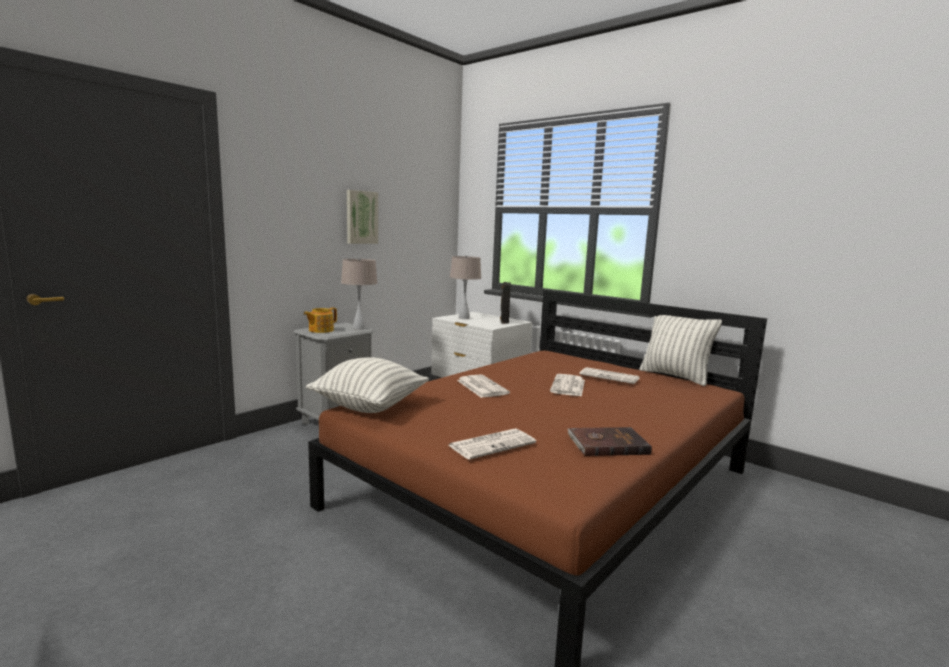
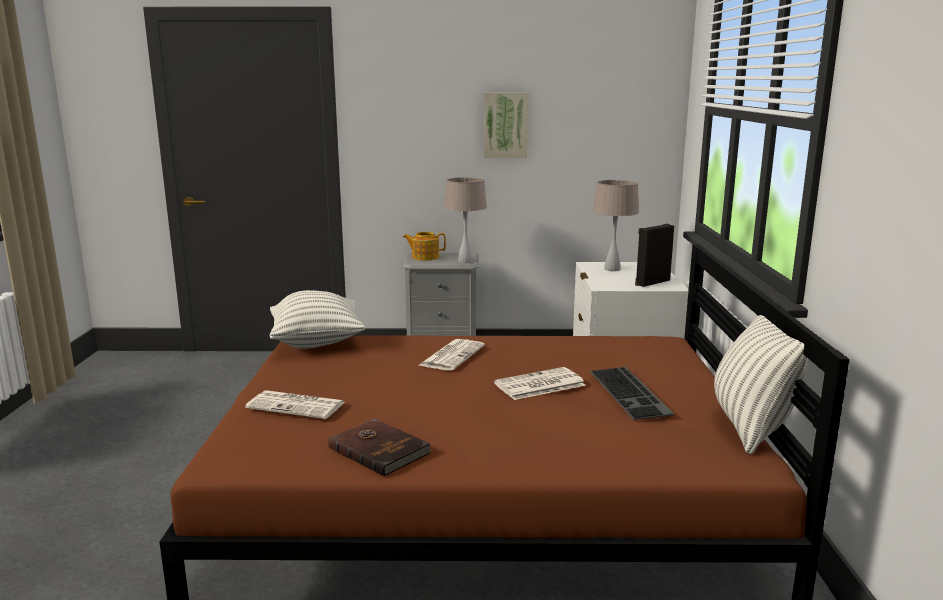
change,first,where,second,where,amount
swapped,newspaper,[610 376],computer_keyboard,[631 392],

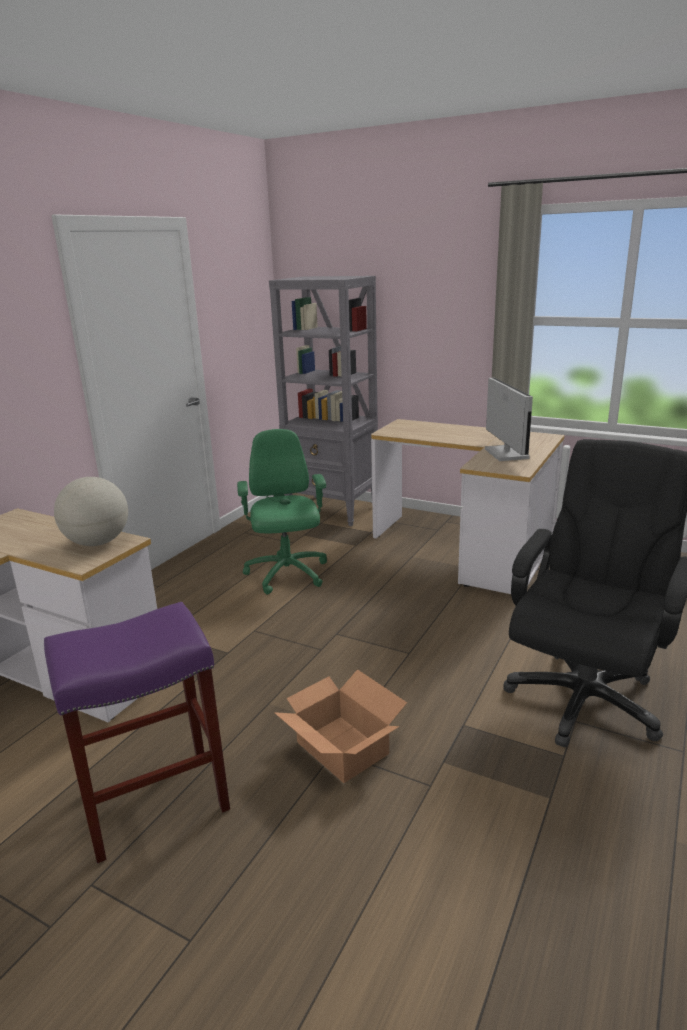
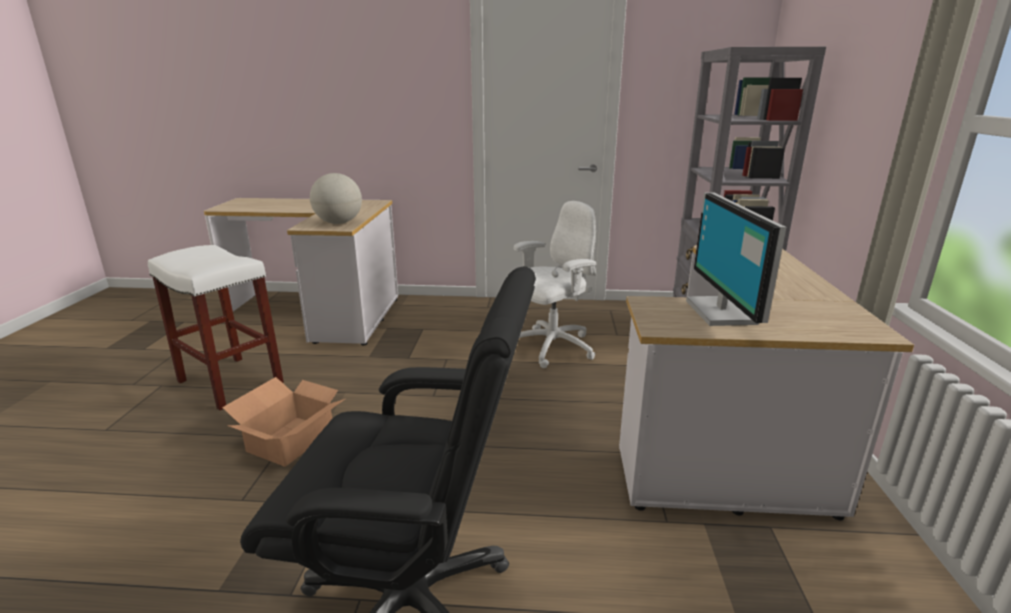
change,first,where,second,where,amount
repainted,purplish_stool,[153 803],white-coloured_stool,[229 382],
repainted,green_office_chair,[287 575],white-coloured_office_chair,[551 348],
rotated,computer_display,[504 454],,[723 312],120 degrees clockwise

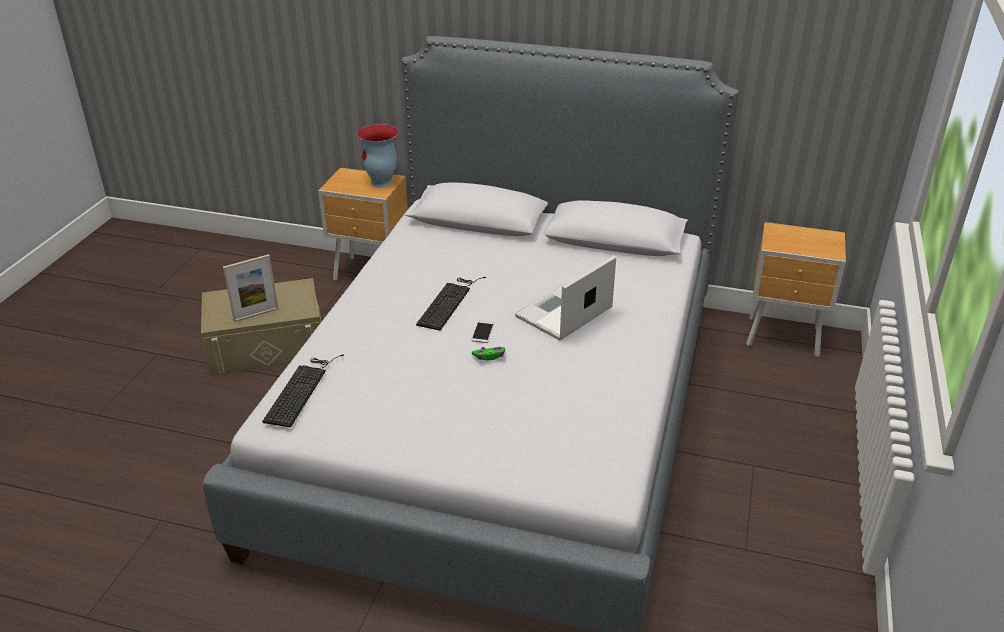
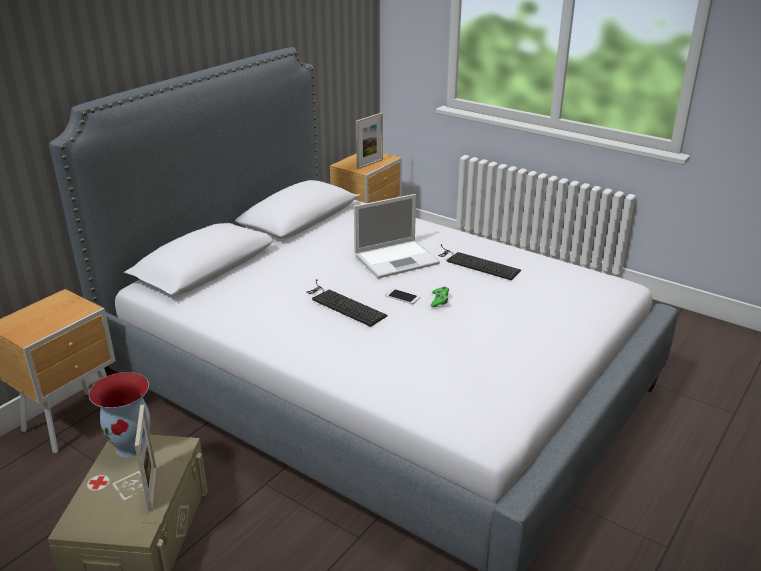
change,first,where,second,where,amount
shifted,decorative_vase,[382 182],,[132 447],
rotated,laptop,[563 314],,[397 259],90 degrees counterclockwise
new,,,standing_frame,[370 164],
shifted,computer_keyboard,[301 389],,[475 263],

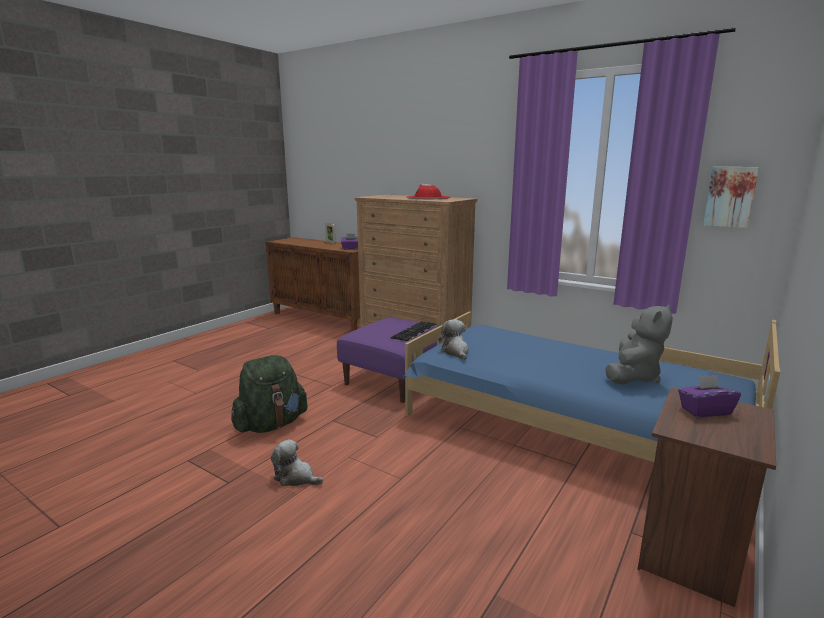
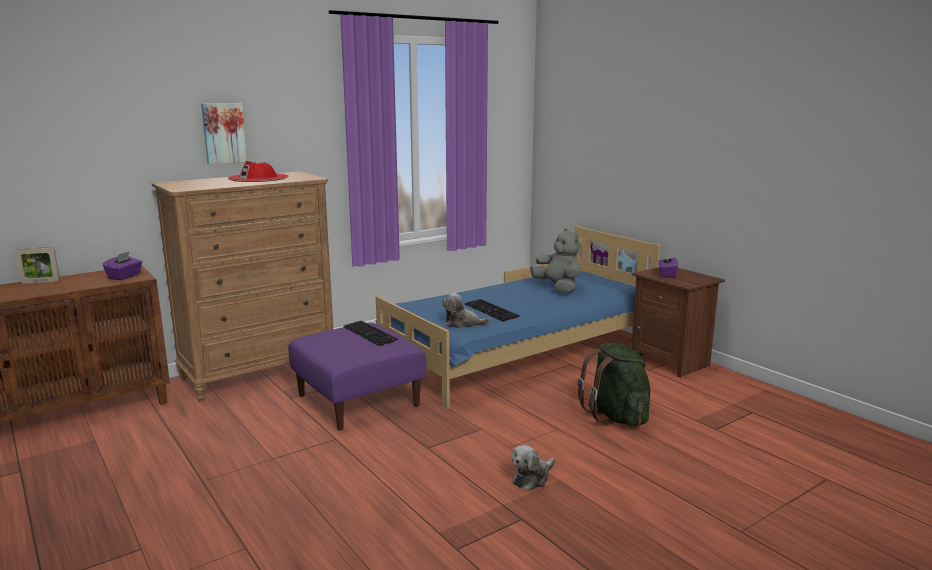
change,first,where,second,where,amount
shifted,wall_art,[730 197],,[223 133],
new,,,computer_keyboard,[492 310],
shifted,green_rucksack,[271 425],,[616 416],

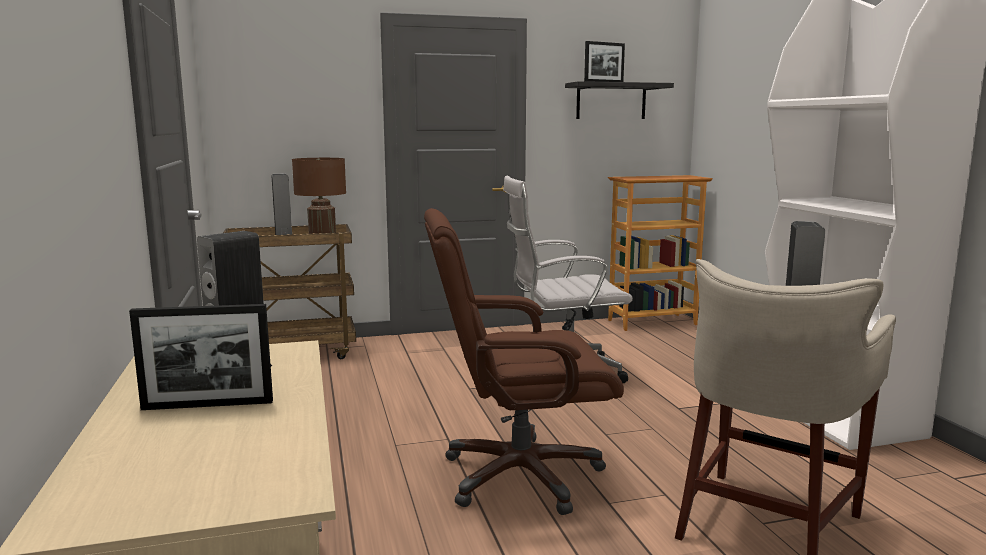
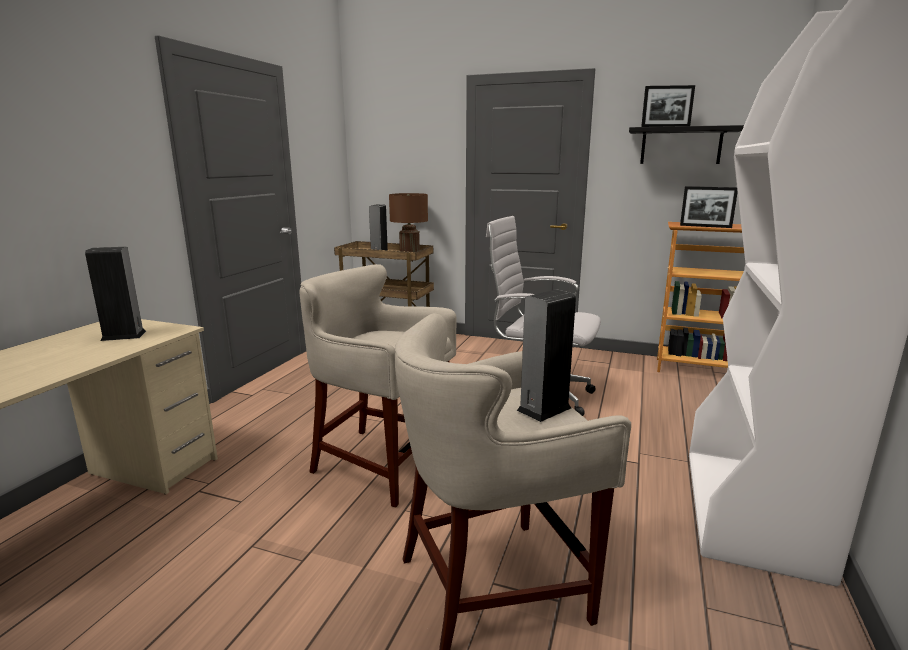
change,first,where,second,where,amount
swapped,brownish_office_chair,[519 475],beige-coloured_stool,[380 464],
shifted,standing_frame,[208 405],,[705 226],

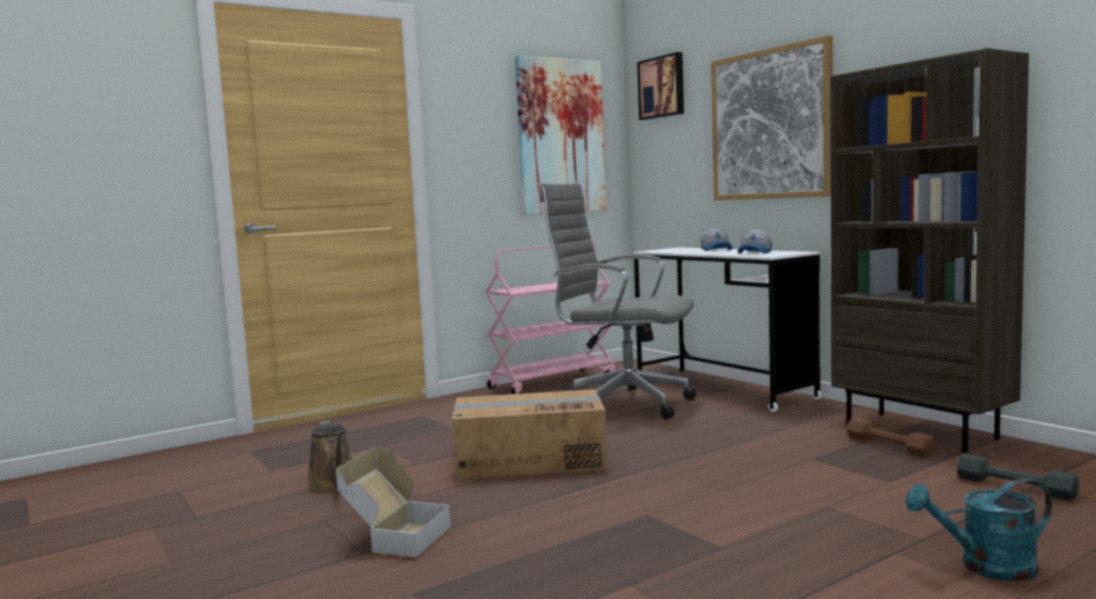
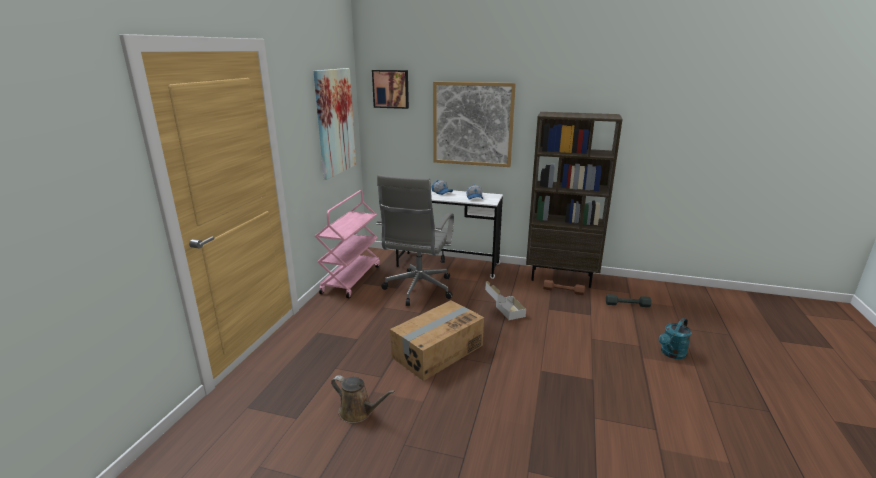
change,first,where,second,where,amount
rotated,greyish_office_chair,[622 404],,[418 290],60 degrees counterclockwise
shifted,carton,[395 537],,[503 313],

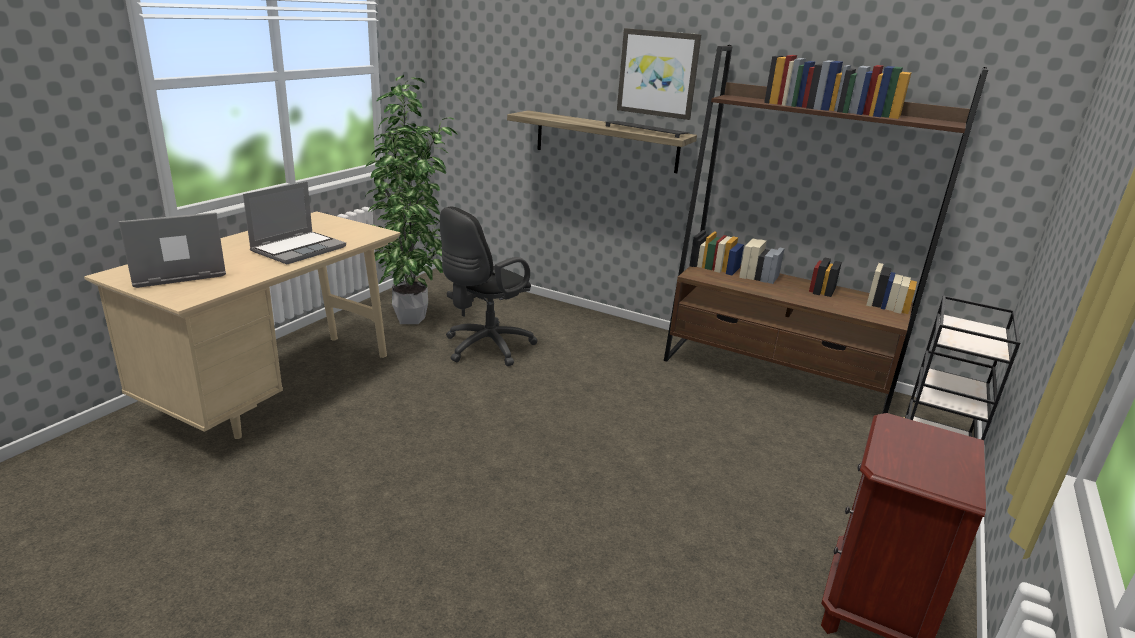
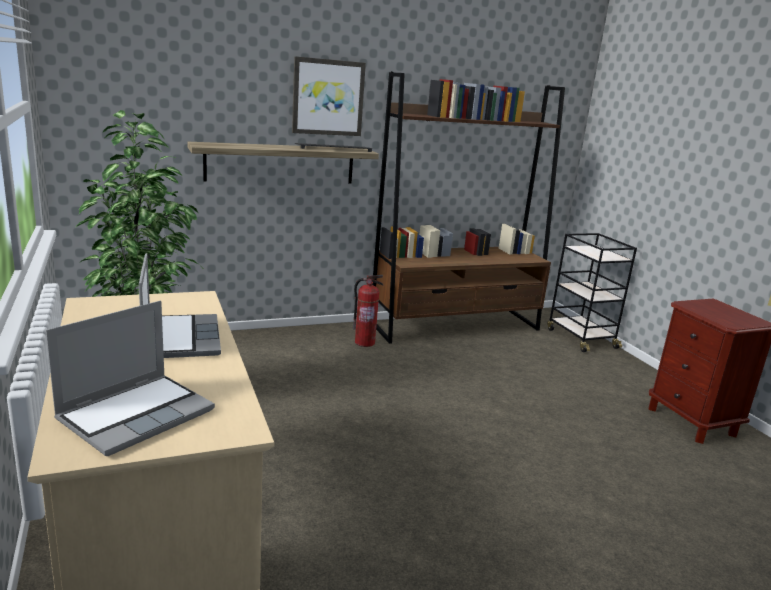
change,first,where,second,where,amount
rotated,laptop,[176 273],,[137 414],150 degrees counterclockwise
new,,,extinguisher,[365 342],
gone,black_office_chair,[484 348],,,

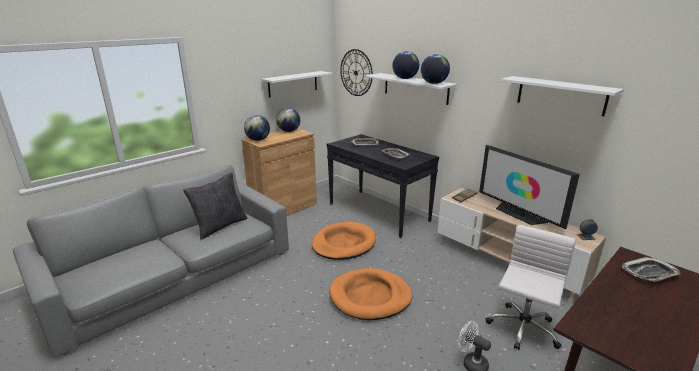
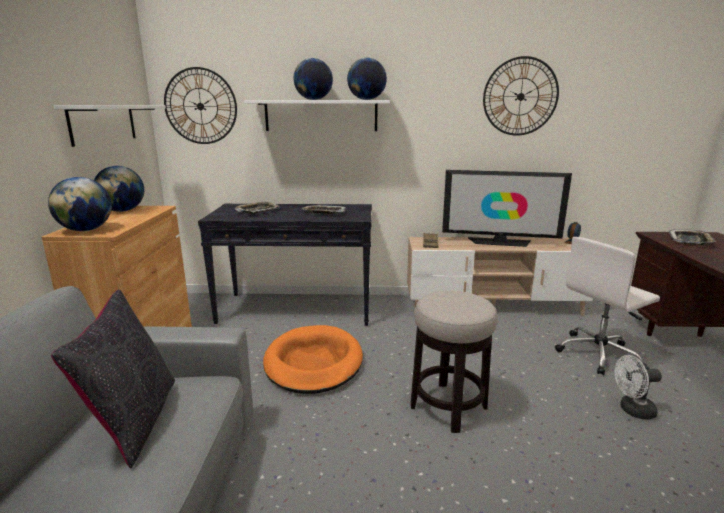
change,first,where,second,where,amount
swapped,orange_pet_bed,[370 297],stool,[448 407],
swapped,white-coloured_shelf,[560 95],clock_on_the_wall,[520 96],
rotated,white-coloured_office_chair,[522 329],,[599 354],105 degrees counterclockwise

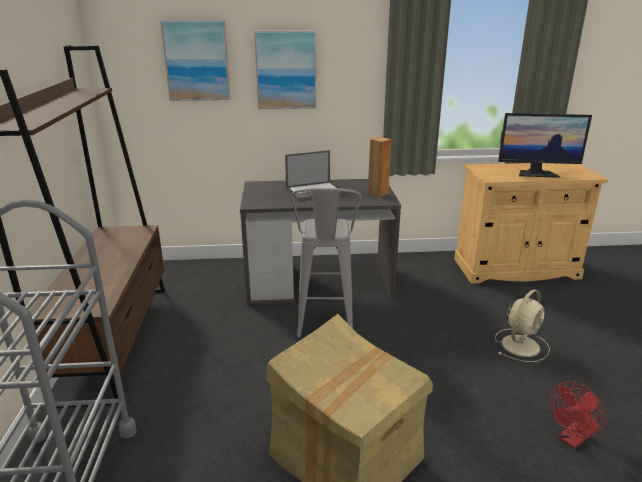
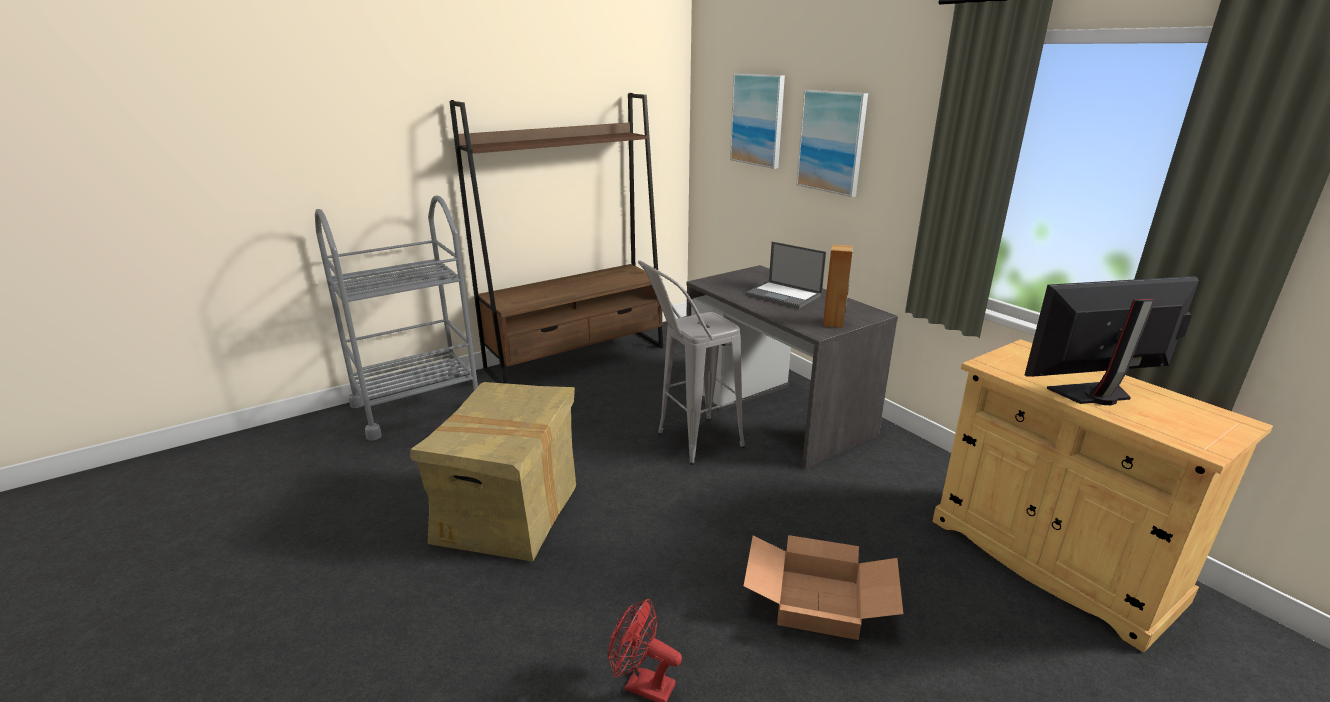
change,first,where,second,where,amount
swapped,beige-coloured_electric_fan,[521 345],carton,[819 602],
rotated,computer_display,[536 173],,[1094 394],105 degrees clockwise

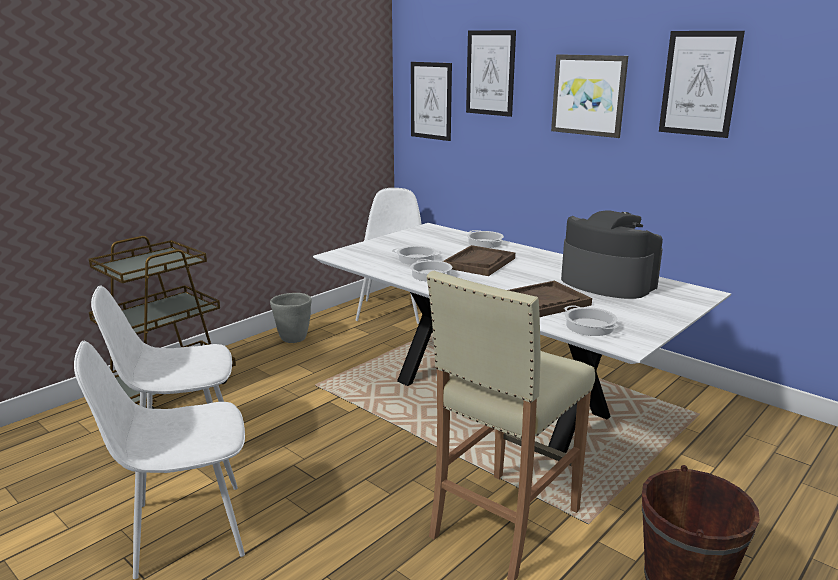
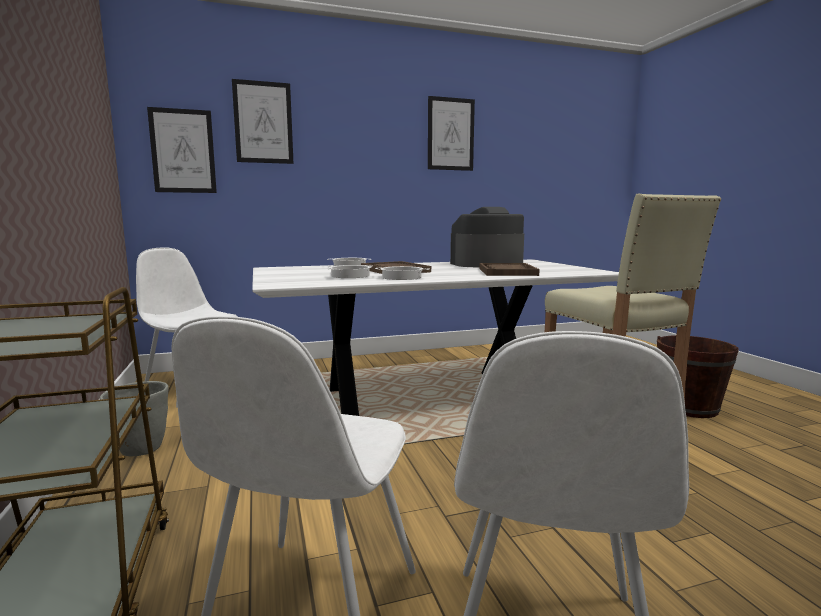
change,first,where,second,where,amount
gone,wall_art,[589 95],,,
gone,cooking_pot,[590 326],,,

